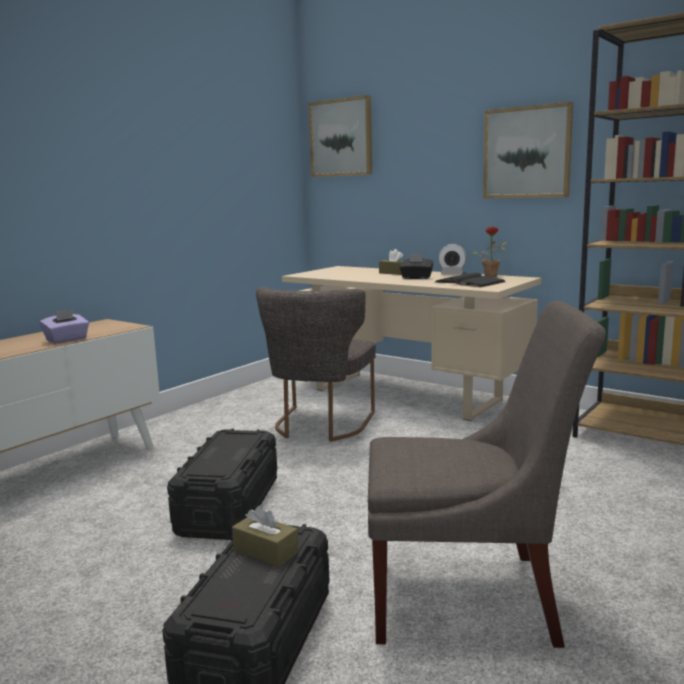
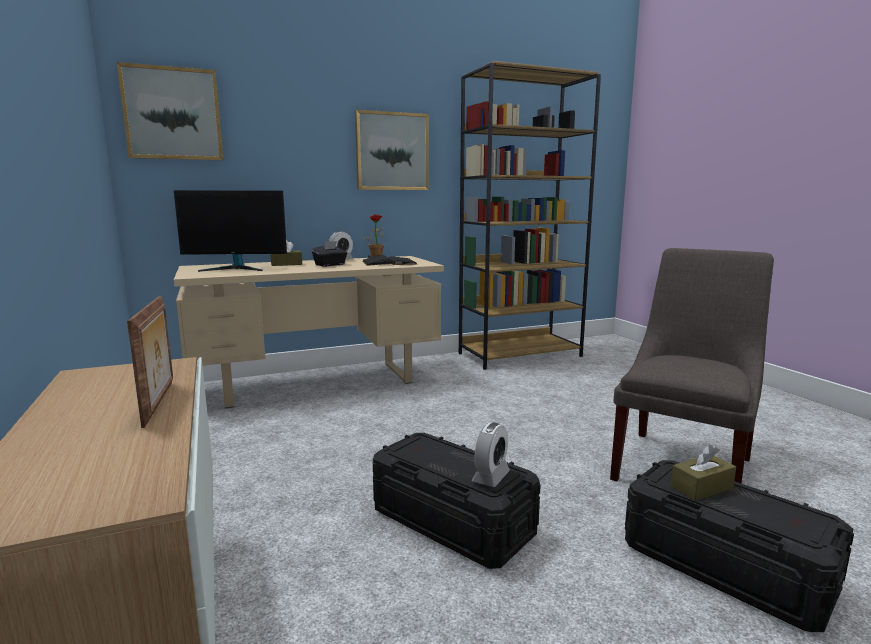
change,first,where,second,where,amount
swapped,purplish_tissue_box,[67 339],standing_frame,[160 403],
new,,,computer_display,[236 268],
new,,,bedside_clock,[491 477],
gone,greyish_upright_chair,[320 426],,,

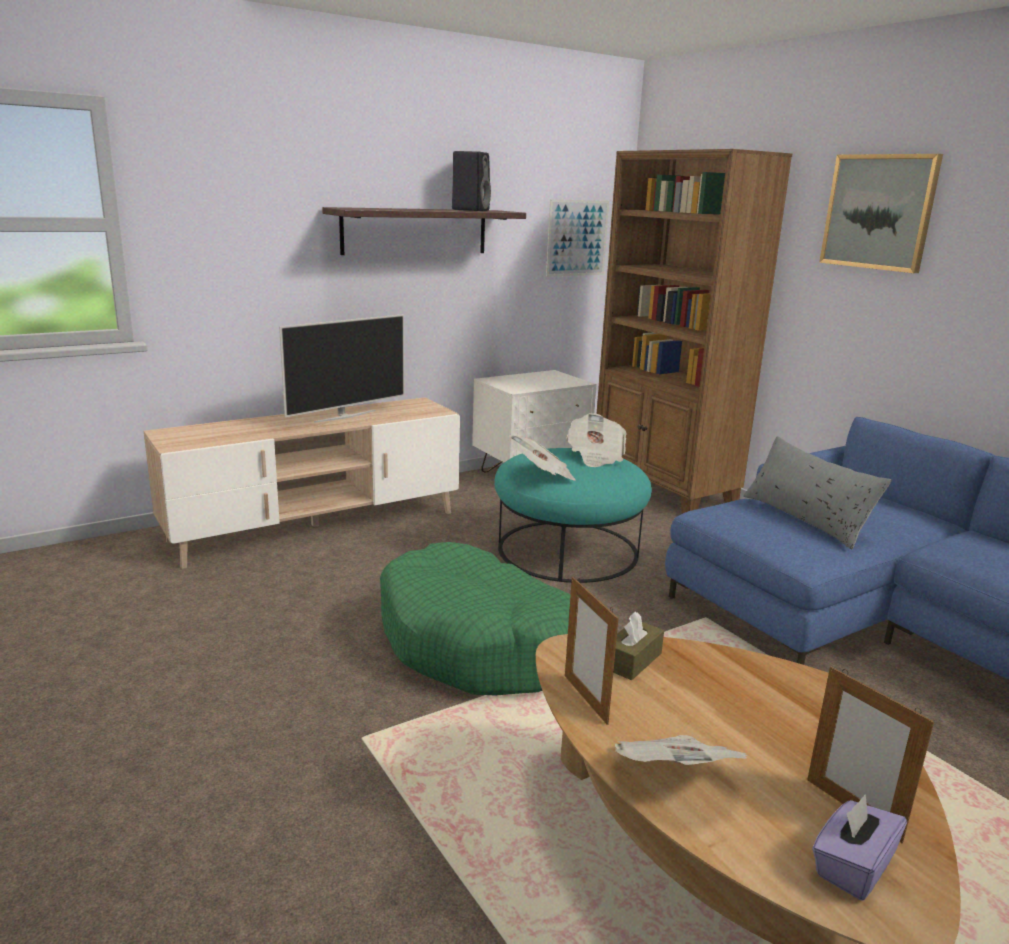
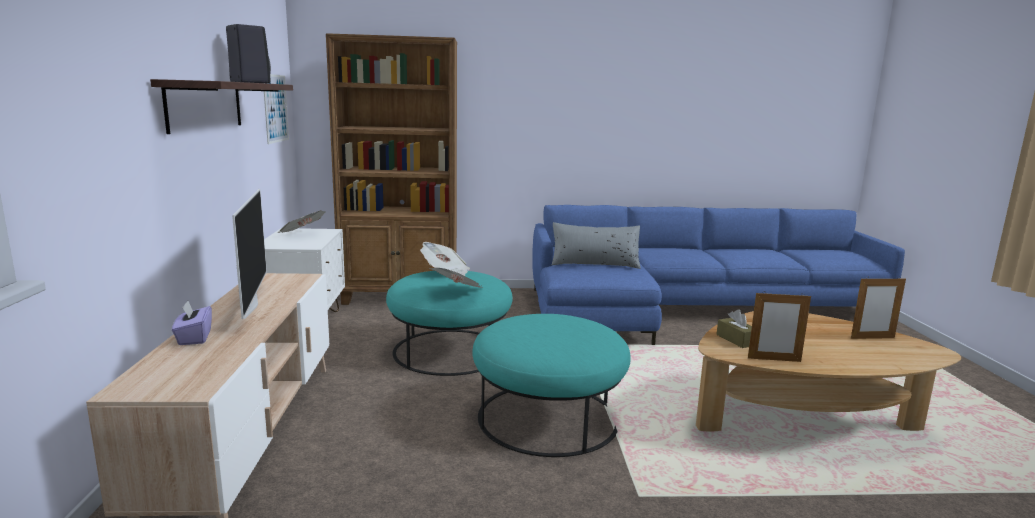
change,first,where,second,where,amount
shifted,purplish_tissue_box,[852 867],,[194 338],
shifted,newspaper,[674 779],,[302 234],
swapped,green_pet_bed,[480 643],turquoise_footrest,[548 418],
gone,wall_art,[879 212],,,

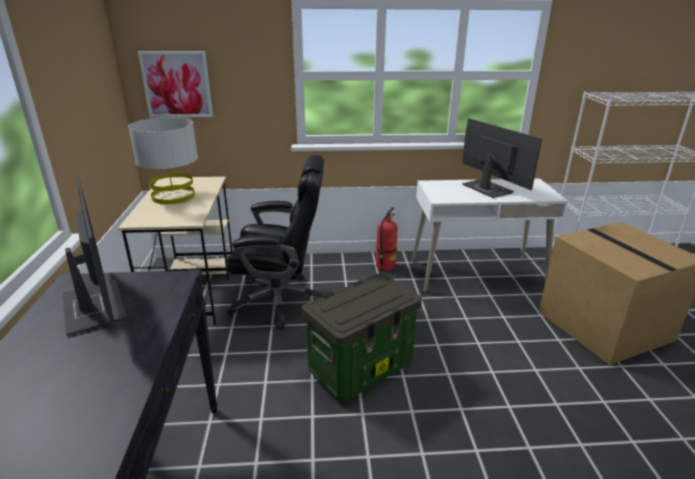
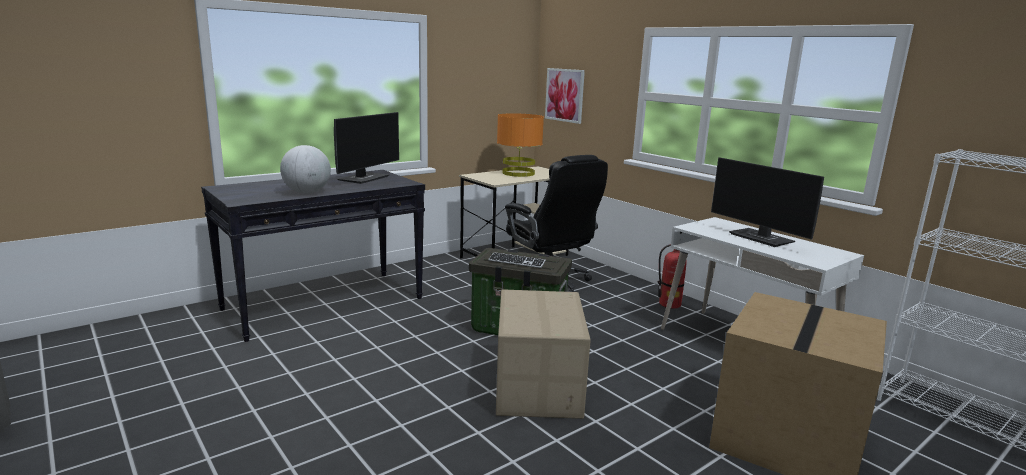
change,first,where,second,where,amount
new,,,globe,[307 192],
new,,,computer_keyboard,[516 262],
new,,,carton,[539 386],
repainted,greyish_tabletop_lamp,[173 196],orange_tabletop_lamp,[518 173],
rotated,computer_display,[486 188],,[762 238],120 degrees clockwise

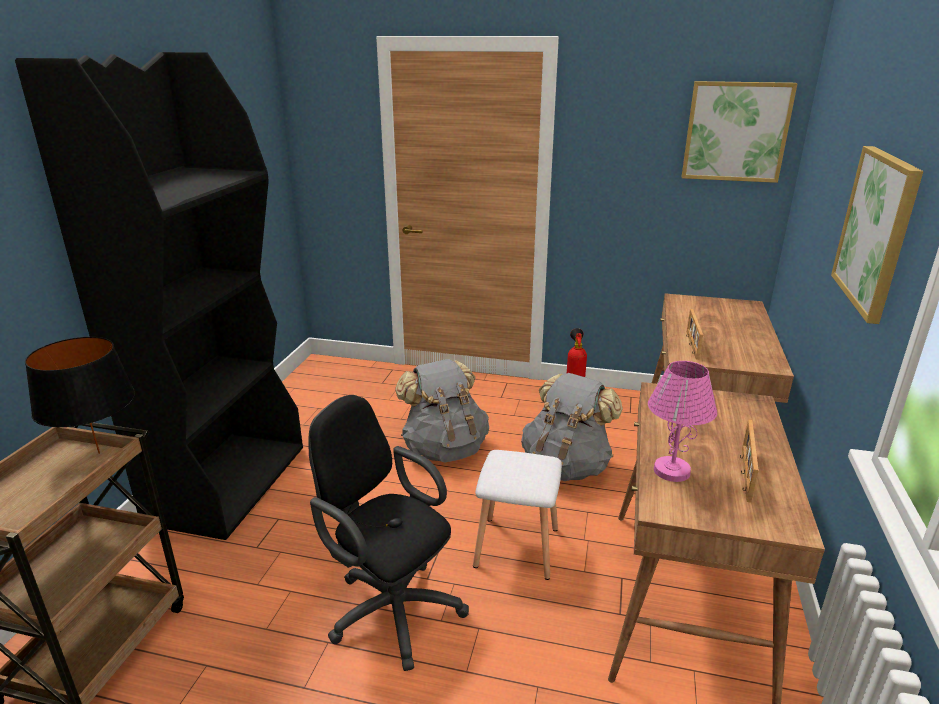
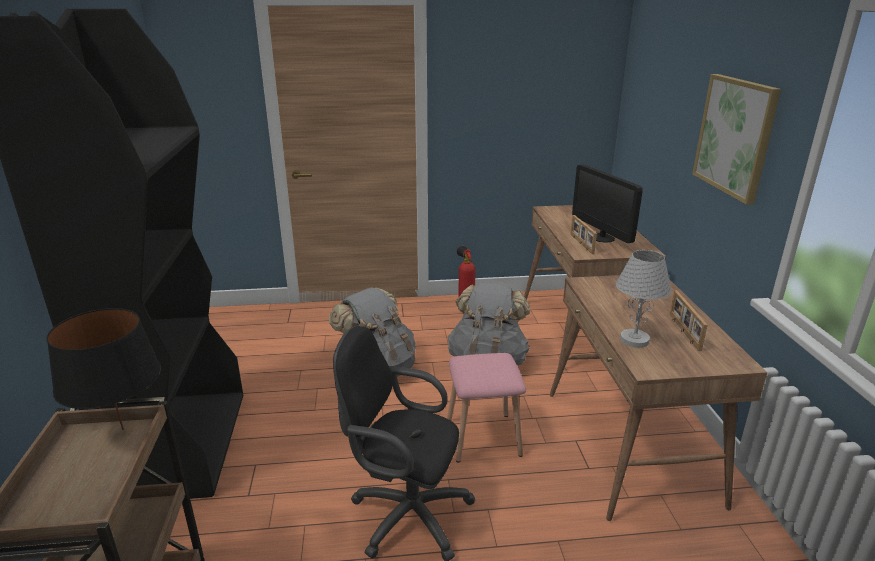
change,first,where,second,where,amount
repainted,white-coloured_stool,[516 546],pinkish_stool,[482 436],
new,,,computer_display,[602 237],
repainted,pinkish_tabletop_lamp,[671 471],white-coloured_tabletop_lamp,[634 340],
gone,wall_art,[736 132],,,

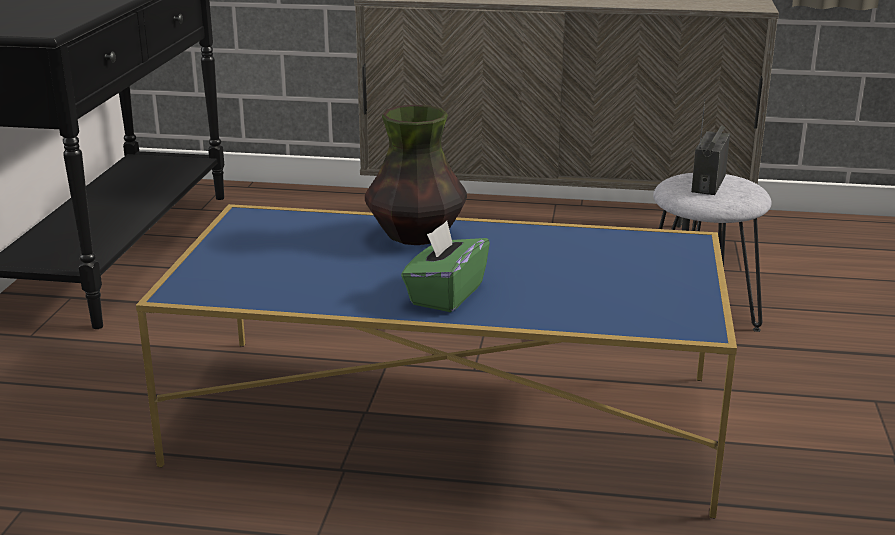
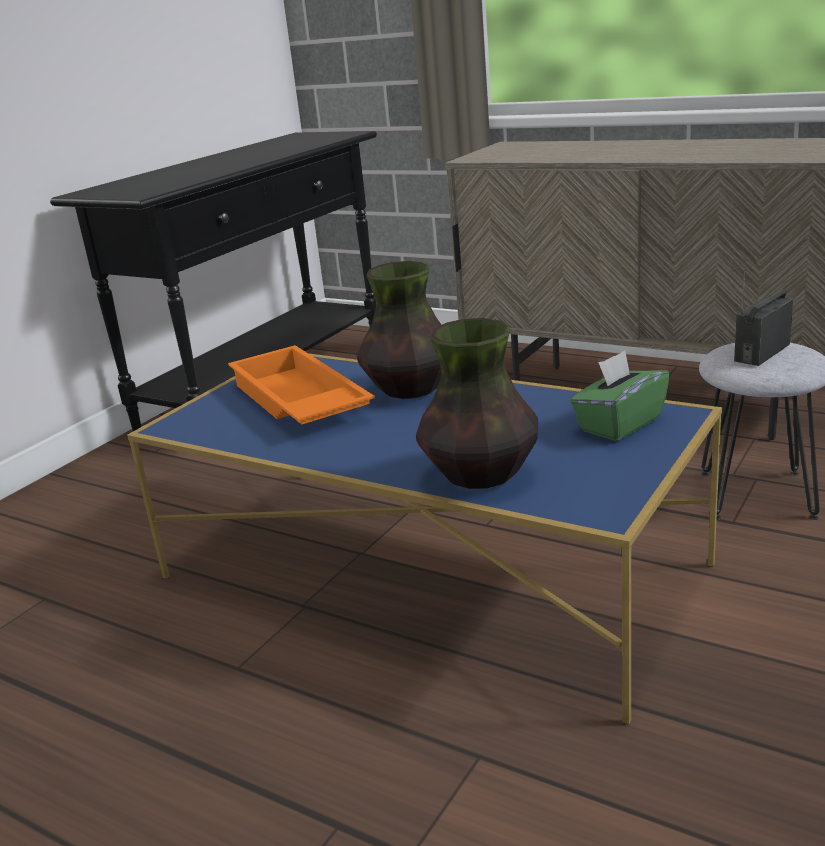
change,first,where,second,where,amount
new,,,orange_carrying_tray,[296 402],
new,,,decorative_vase,[480 476],
shifted,green_tissue_box,[445 294],,[619 424],

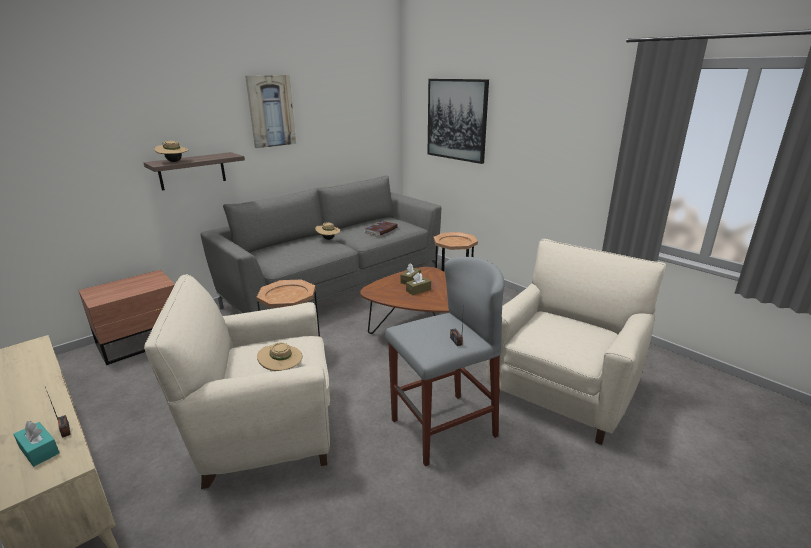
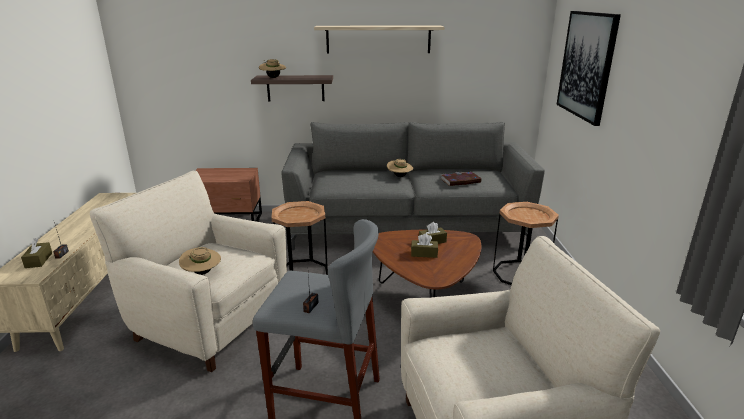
change,first,where,second,where,amount
repainted,turquoise_tissue_box,[39 450],brownish_tissue_box,[39 260],
swapped,wall_art,[271 111],shelf,[378 39],

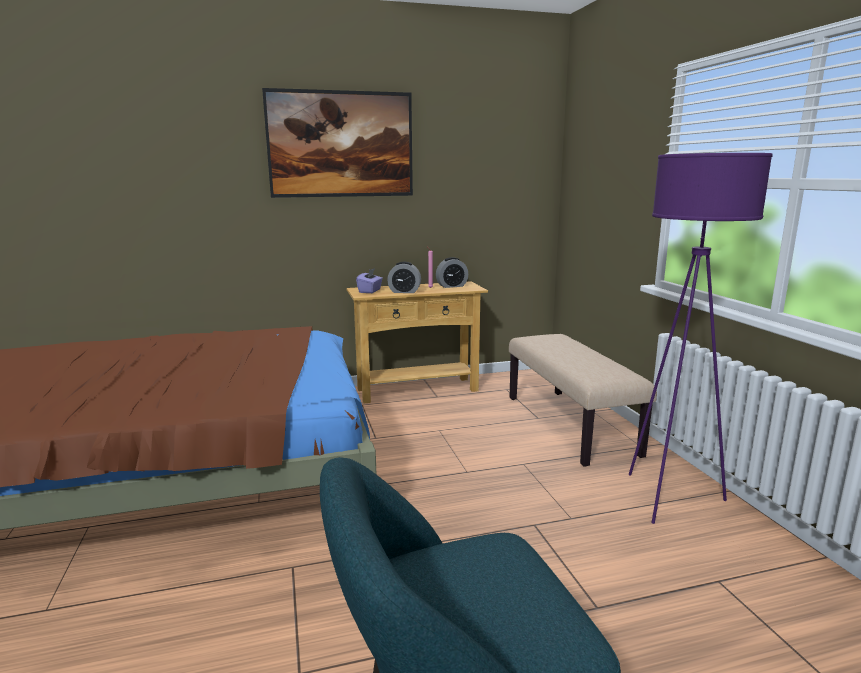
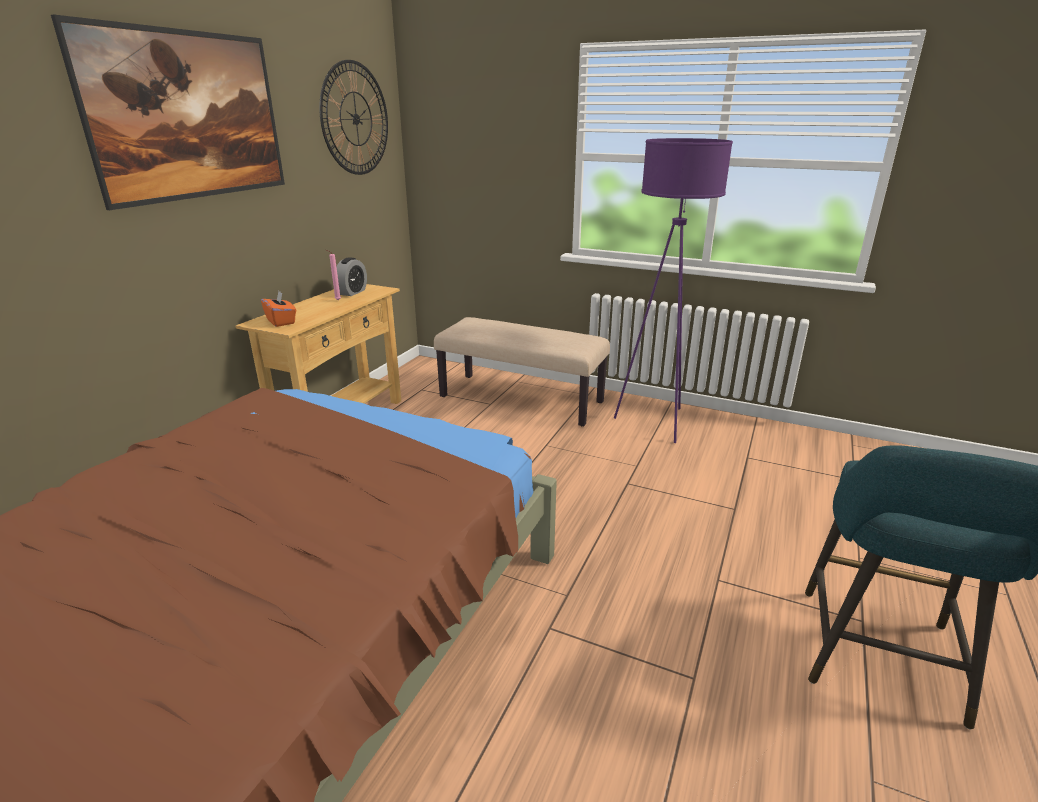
change,first,where,second,where,amount
repainted,purplish_tissue_box,[370 291],orange_tissue_box,[281 321],
new,,,clock_on_the_wall,[355 119],
gone,bedside_clock,[404 291],,,

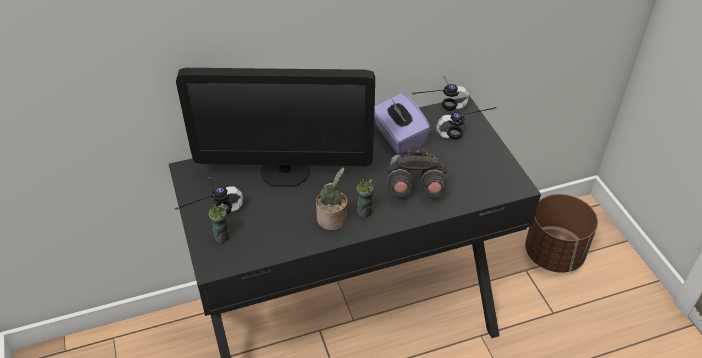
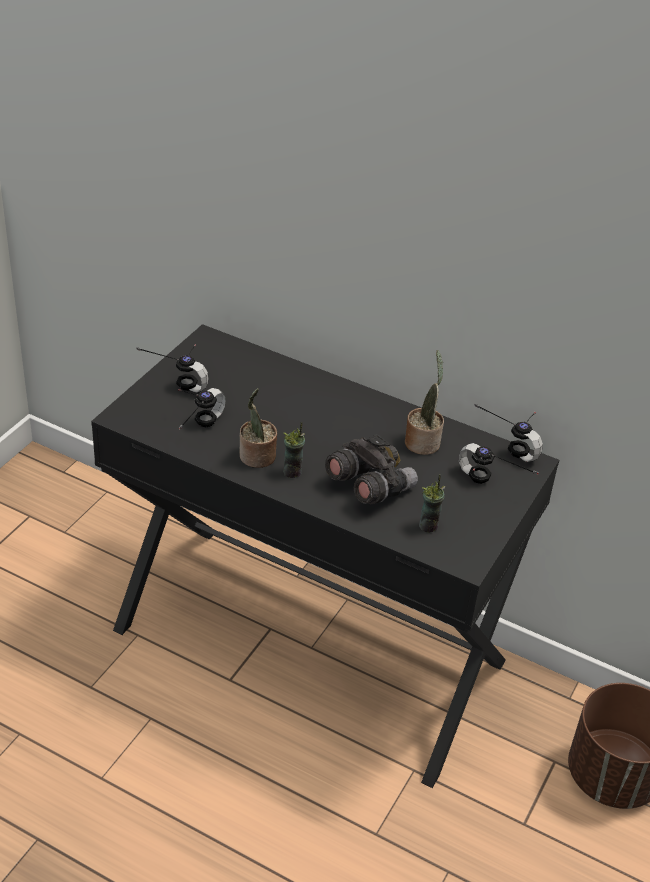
change,first,where,second,where,amount
new,,,headphones,[191 427],
swapped,purplish_tissue_box,[398 137],potted_plant,[423 441],
shifted,small_cup,[222 236],,[428 526],
gone,computer_display,[285 171],,,

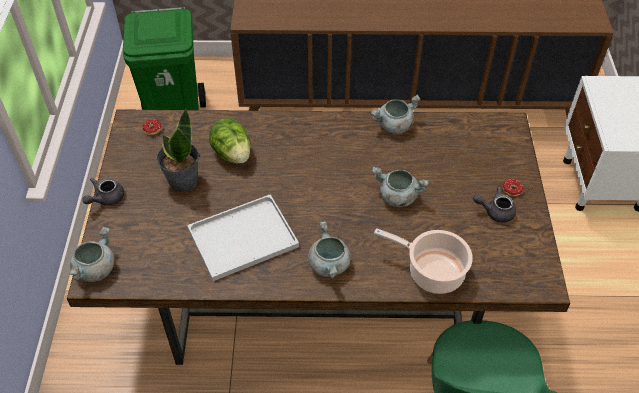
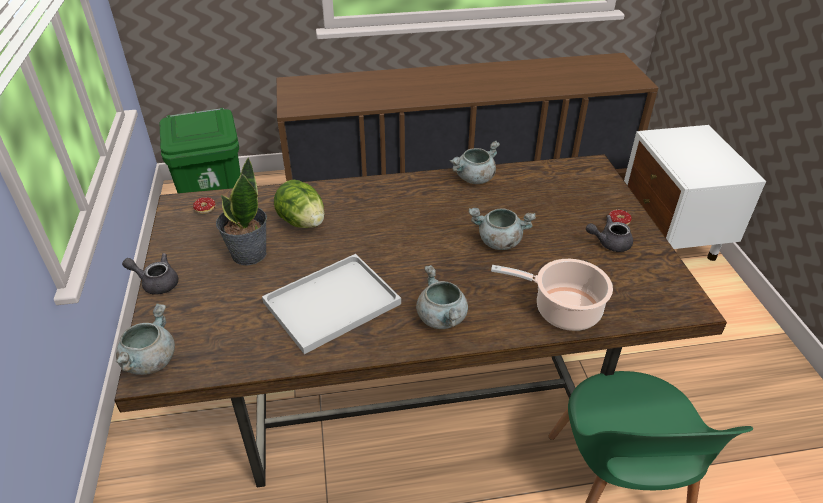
change,first,where,second,where,amount
rotated,greyish_teapot,[106 199],,[156 283],75 degrees clockwise

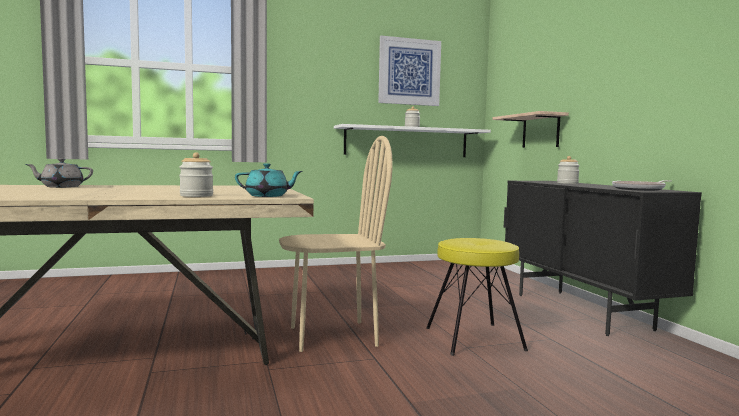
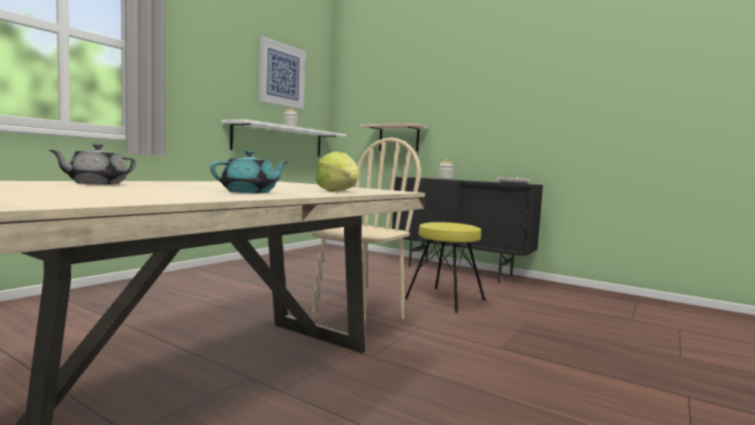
change,first,where,second,where,amount
shifted,turquoise_teapot,[268 196],,[250 192],
swapped,storage_jar,[196 196],lettuce_head,[338 191],

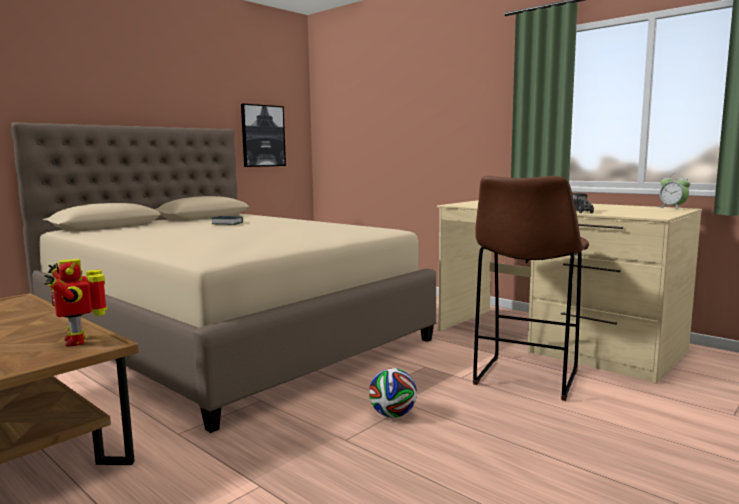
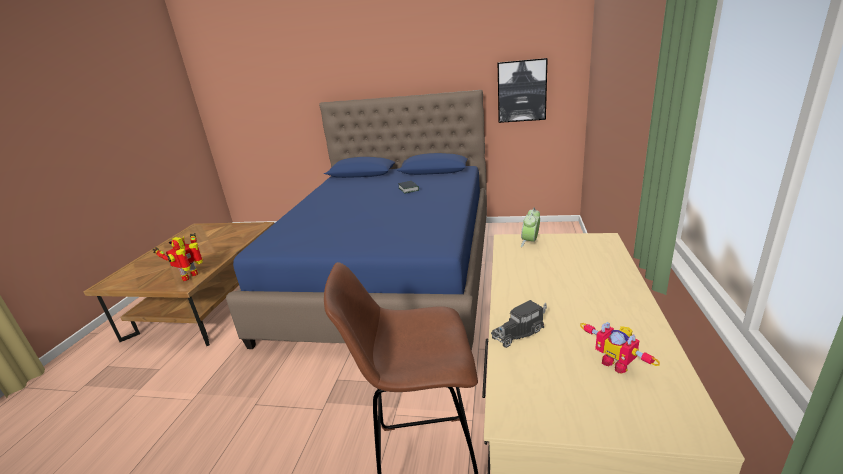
change,first,where,second,where,amount
repainted,beige-coloured_bedroom_bed,[228 335],blue-coloured_bedroom_bed,[390 273],
shifted,bedside_clock,[672 208],,[530 242],
new,,,robot_figure,[616 363],
gone,football_ball,[393 415],,,

